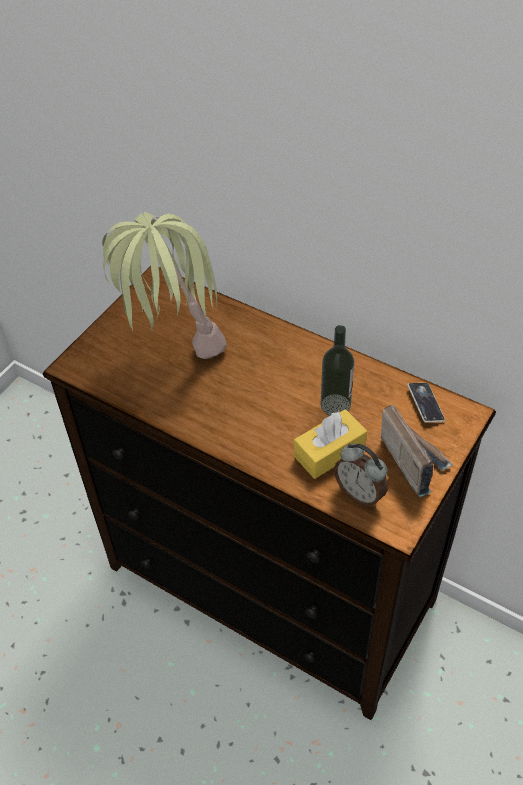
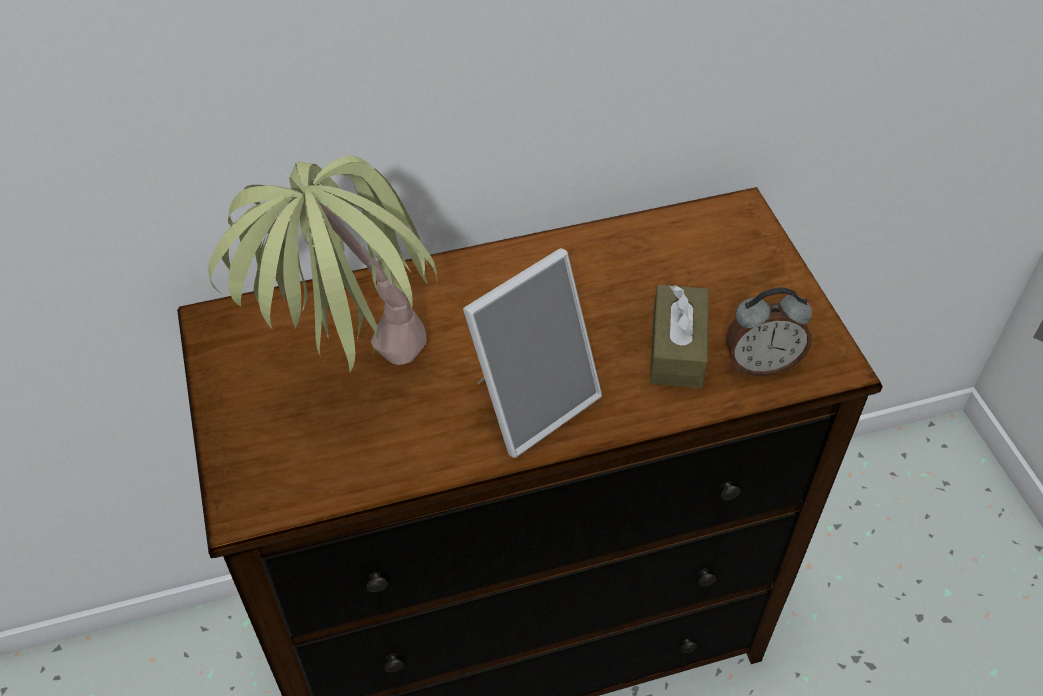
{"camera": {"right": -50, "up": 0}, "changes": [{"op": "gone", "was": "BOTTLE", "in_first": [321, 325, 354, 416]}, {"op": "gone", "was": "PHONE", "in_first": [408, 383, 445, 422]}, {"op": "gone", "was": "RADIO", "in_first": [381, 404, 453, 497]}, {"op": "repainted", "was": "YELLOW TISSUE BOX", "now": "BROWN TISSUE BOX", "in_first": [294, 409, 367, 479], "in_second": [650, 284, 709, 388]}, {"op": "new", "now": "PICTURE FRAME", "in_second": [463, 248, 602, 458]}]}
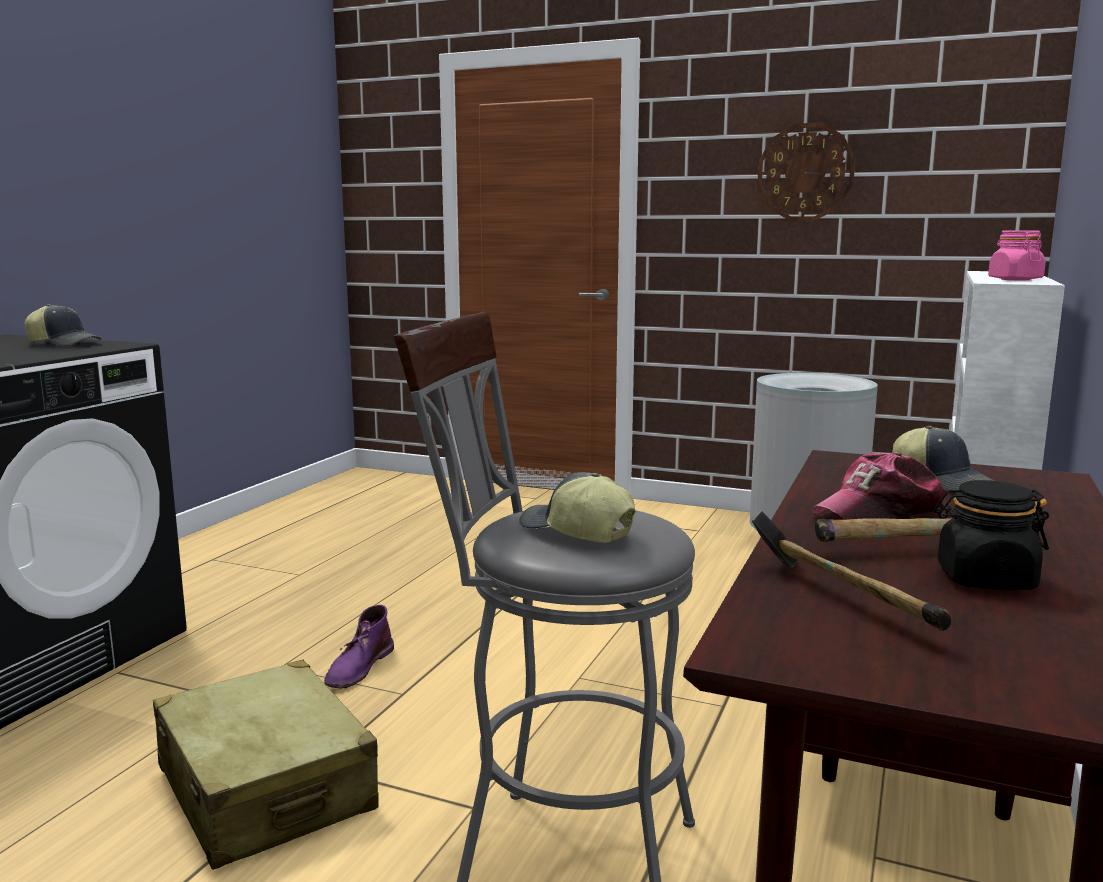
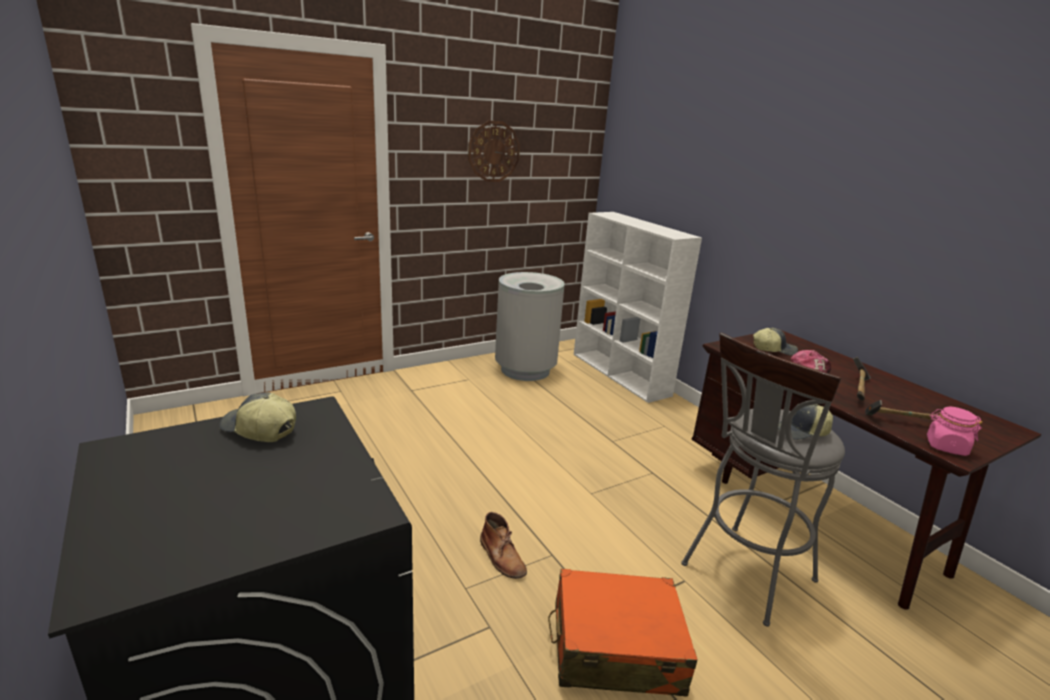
{"camera": {"right": -55, "up": 10}, "changes": [{"op": "shifted", "was": "PINK JAR", "in_first": [988, 230, 1046, 280], "in_second": [927, 407, 983, 456]}, {"op": "rotated", "was": "CAP", "in_first": [24, 304, 102, 346], "in_second": [219, 393, 296, 442], "clockwise": -120}, {"op": "gone", "was": "BLACK JAR", "in_first": [934, 480, 1049, 590]}, {"op": "repainted", "was": "PURPLE BOOT", "now": "BROWN BOOT", "in_first": [324, 605, 394, 688], "in_second": [480, 512, 527, 579]}, {"op": "repainted", "was": "BEIGE SUITCASE", "now": "ORANGE SUITCASE", "in_first": [153, 660, 379, 870], "in_second": [548, 569, 698, 696]}]}
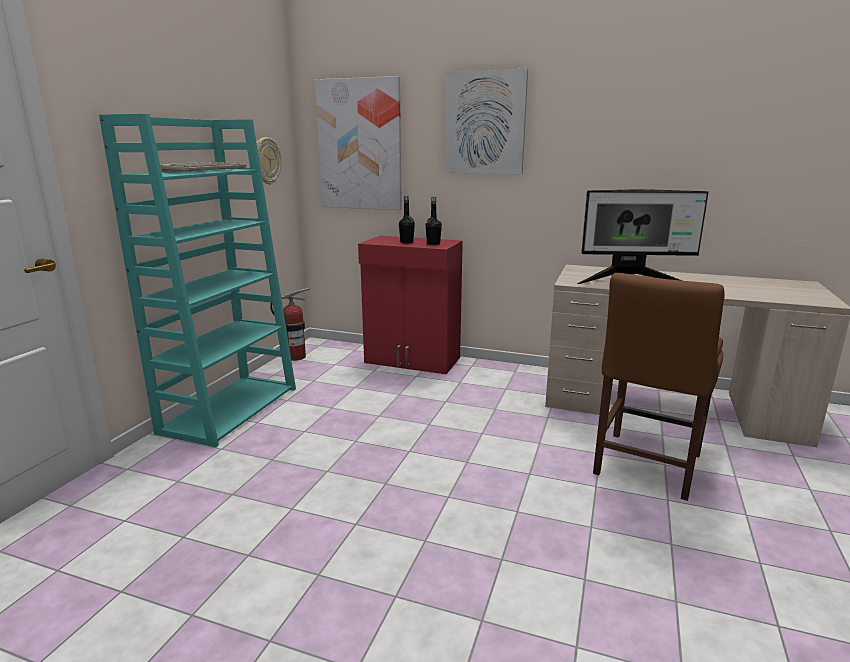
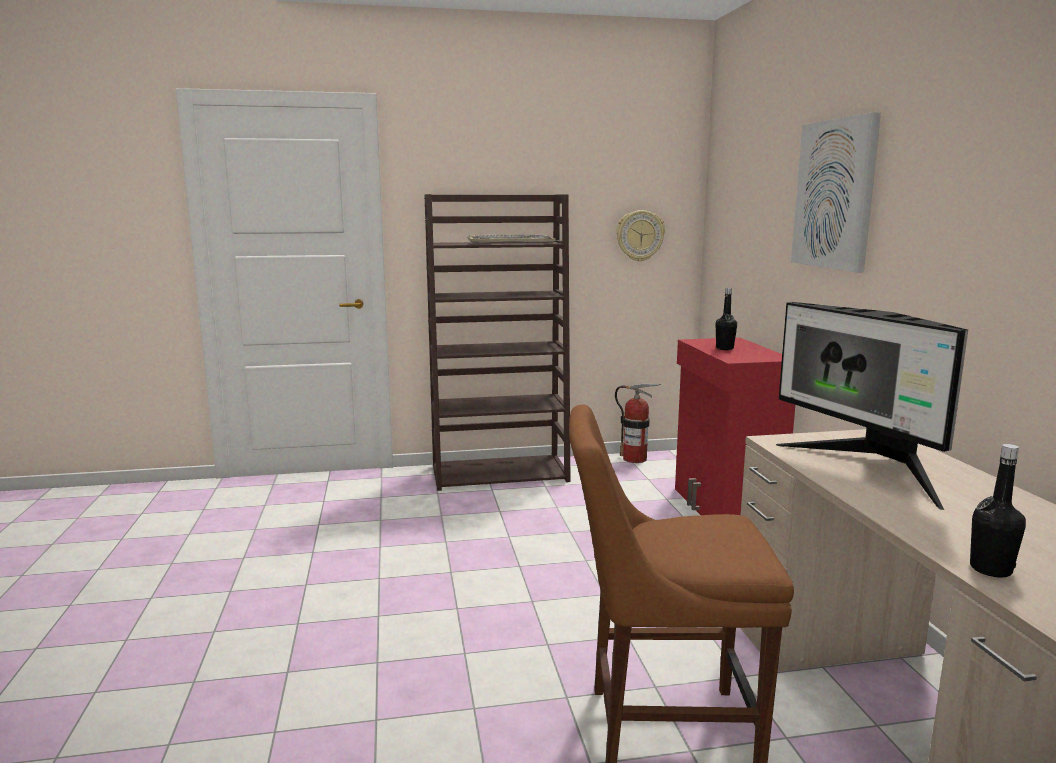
{"camera": {"right": 60, "up": -5}, "changes": [{"op": "gone", "was": "PICTURE", "in_first": [315, 76, 402, 210]}, {"op": "repainted", "was": "TURQUOISE BOOKCASE", "now": "BROWN BOOKCASE", "in_first": [99, 114, 296, 447], "in_second": [424, 194, 570, 491]}, {"op": "shifted", "was": "BLACK BOTTLE", "in_first": [426, 197, 442, 245], "in_second": [970, 444, 1026, 577]}]}
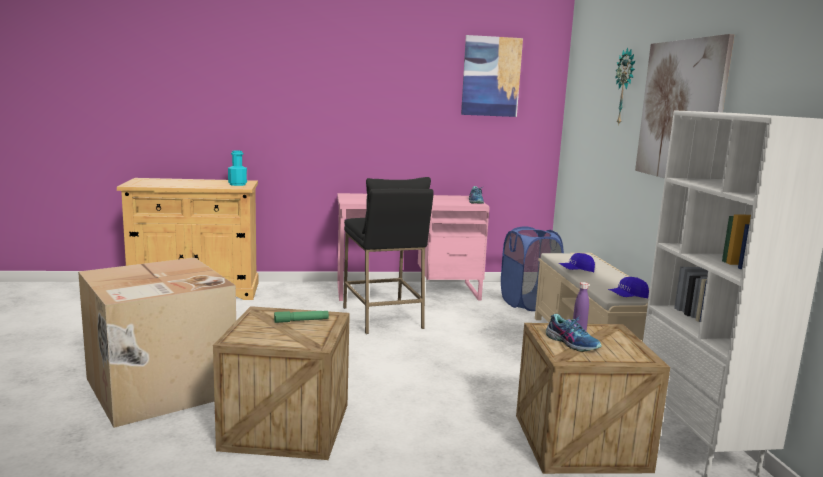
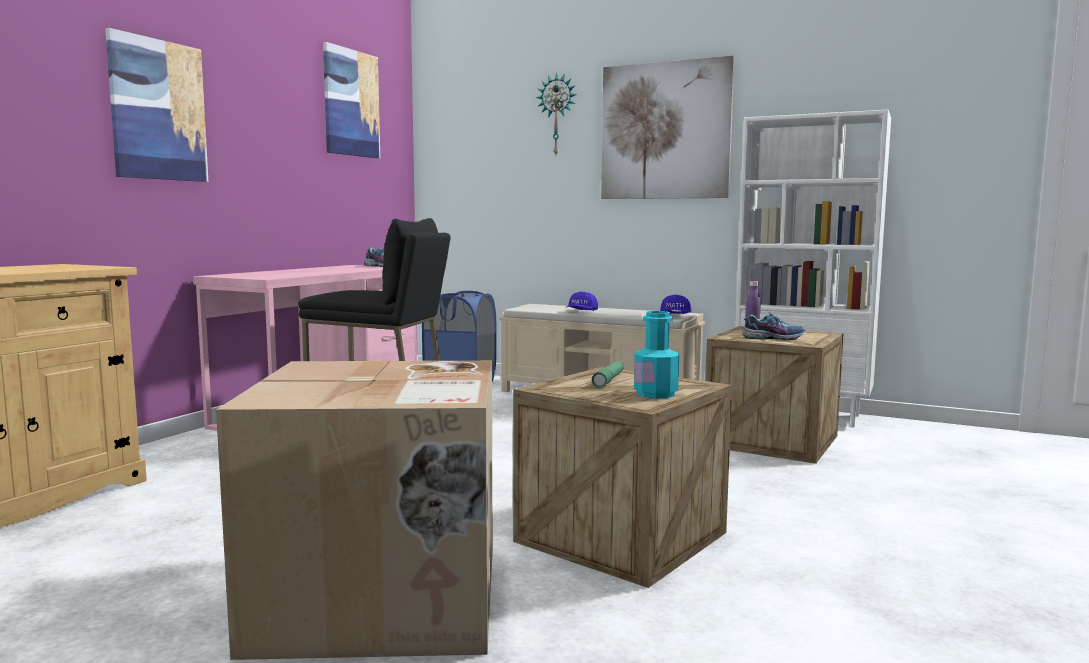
{"camera": {"right": -55, "up": -5}, "changes": [{"op": "shifted", "was": "TURQUOISE BOTTLE", "in_first": [228, 151, 247, 186], "in_second": [634, 311, 679, 399]}, {"op": "new", "now": "PICTURE", "in_second": [105, 28, 208, 182]}]}
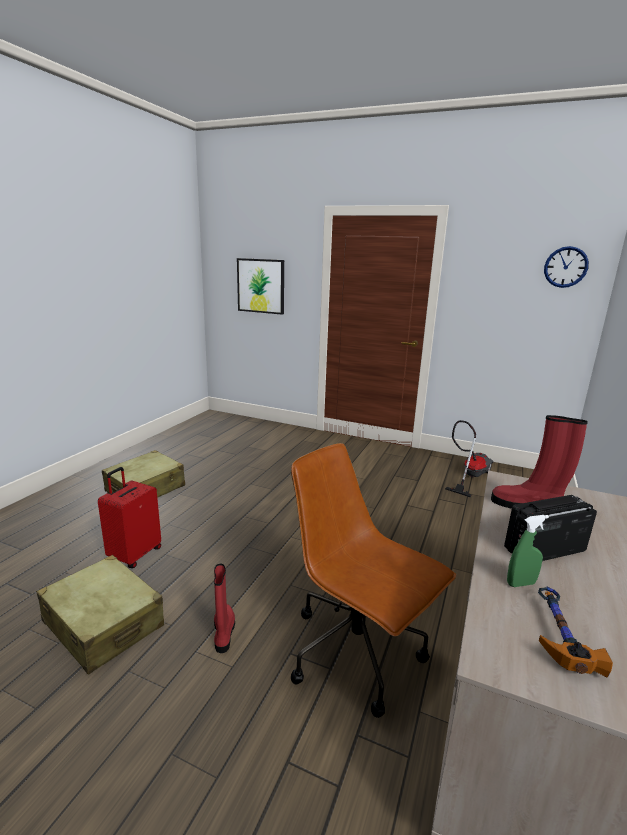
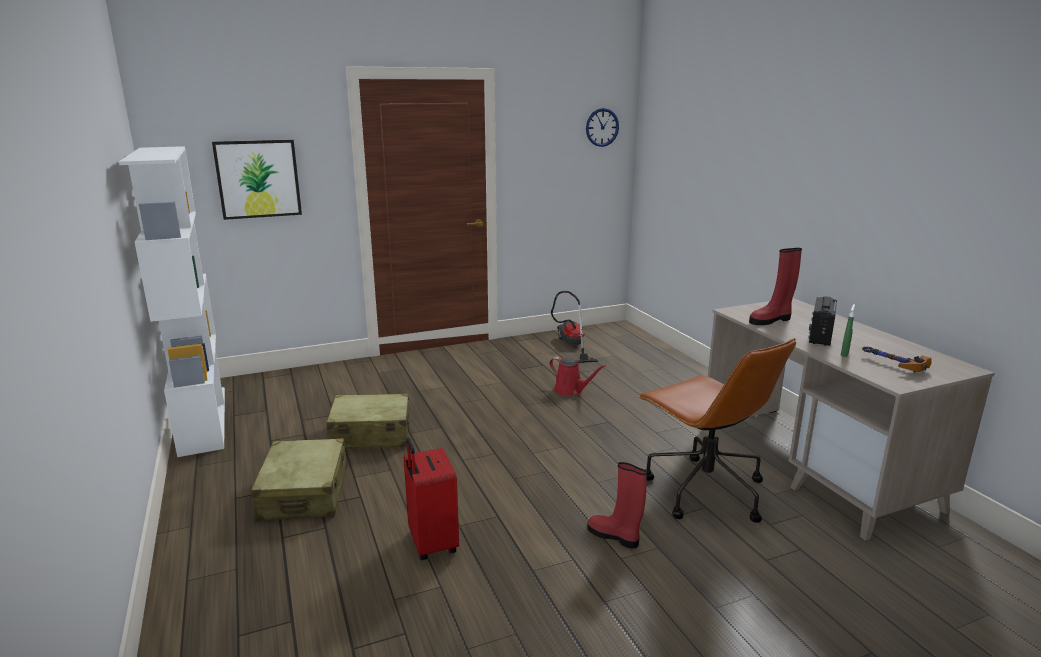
{"camera": {"right": -45, "up": 0}, "changes": [{"op": "rotated", "was": "BROWN OFFICE CHAIR", "in_first": [291, 443, 456, 718], "in_second": [638, 338, 796, 523], "clockwise": -120}, {"op": "shifted", "was": "BEIGE SUITCASE", "in_first": [37, 555, 164, 675], "in_second": [326, 393, 410, 449]}, {"op": "new", "now": "WHITE BOOKCASE", "in_second": [119, 146, 225, 457]}, {"op": "new", "now": "RED WATERING CAN", "in_second": [549, 357, 606, 396]}]}
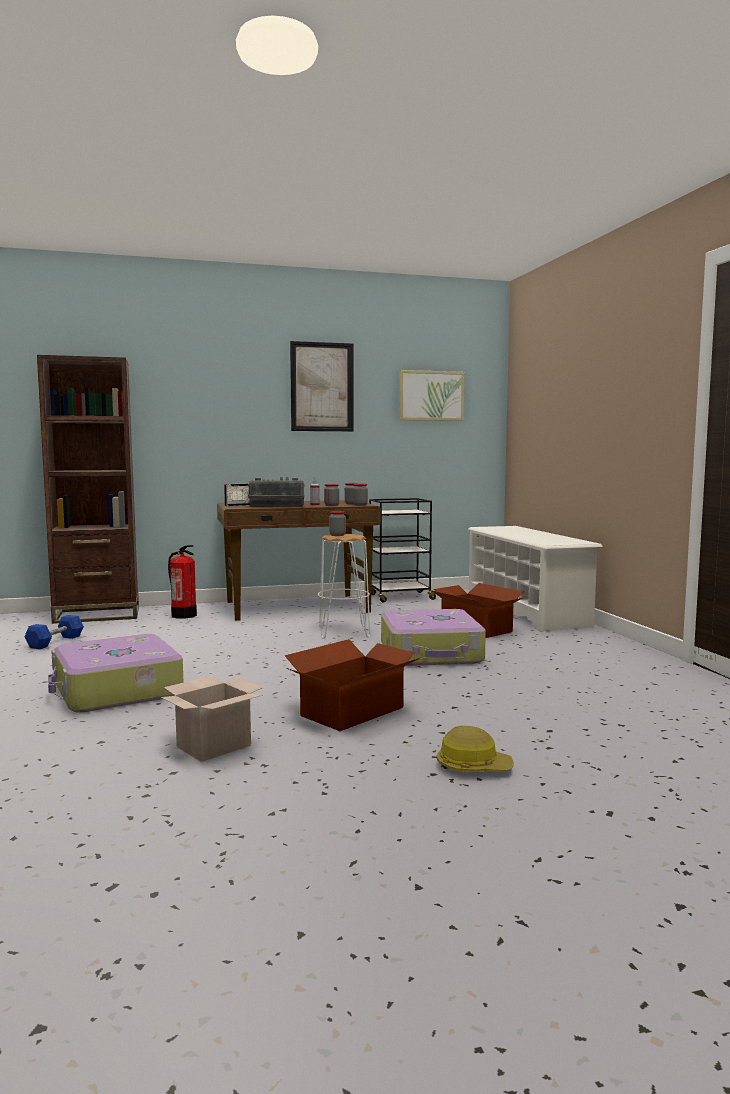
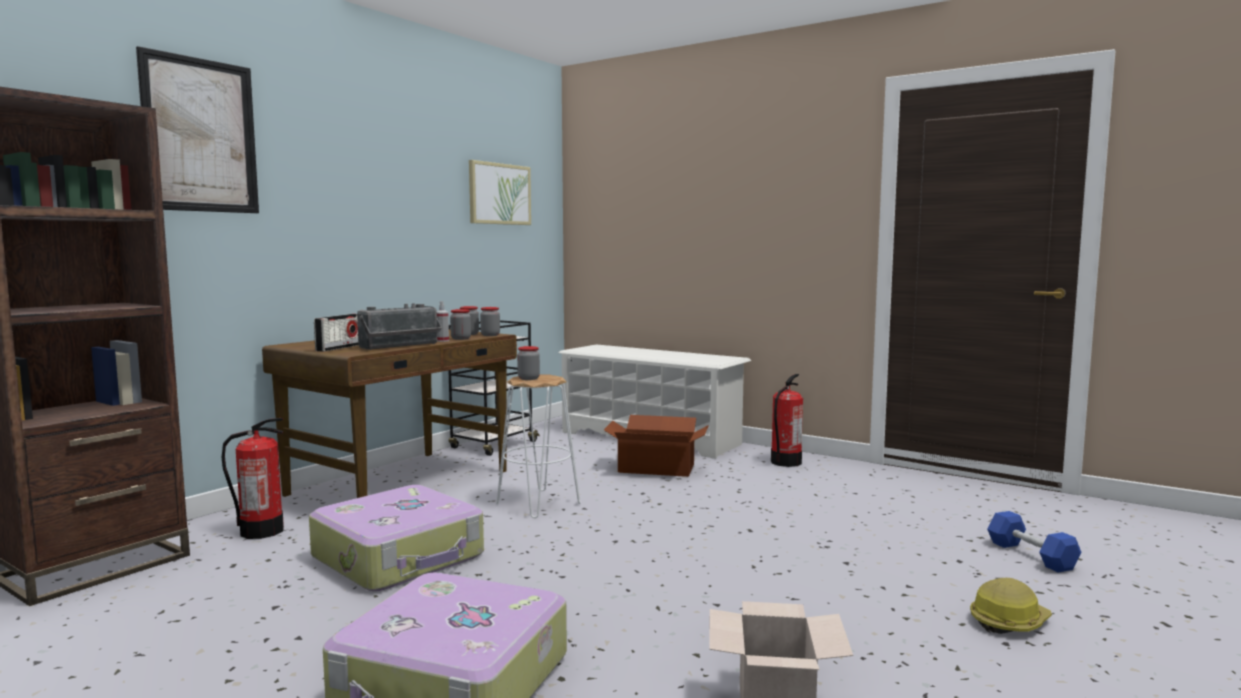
{"camera": {"right": -40, "up": 0}, "changes": [{"op": "shifted", "was": "PICTURE", "in_first": [290, 341, 354, 431], "in_second": [136, 46, 259, 213]}, {"op": "shifted", "was": "SUITCASE", "in_first": [381, 609, 486, 666], "in_second": [309, 485, 484, 591]}, {"op": "shifted", "was": "BLUE DUMBBELL", "in_first": [24, 615, 84, 649], "in_second": [987, 511, 1082, 573]}, {"op": "gone", "was": "CARDBOARD BOX", "in_first": [285, 639, 420, 731]}, {"op": "new", "now": "FIRE EXTINGUISHER", "in_second": [771, 374, 803, 467]}]}
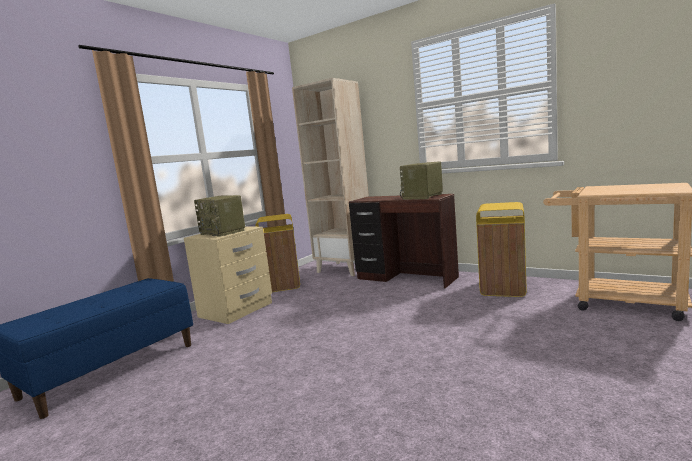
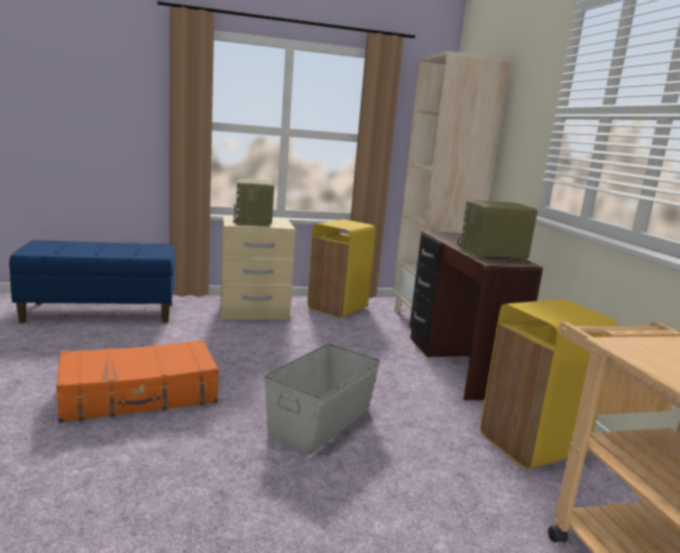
{"camera": {"right": 40, "up": 5}, "changes": [{"op": "new", "now": "ORANGE SUITCASE", "in_second": [56, 340, 219, 423]}, {"op": "new", "now": "GREY STORAGE BOX", "in_second": [264, 343, 380, 455]}]}
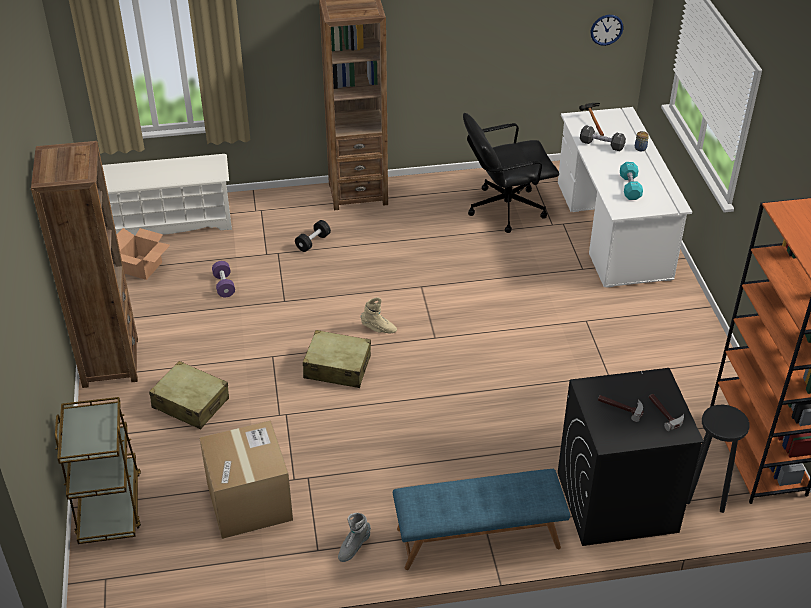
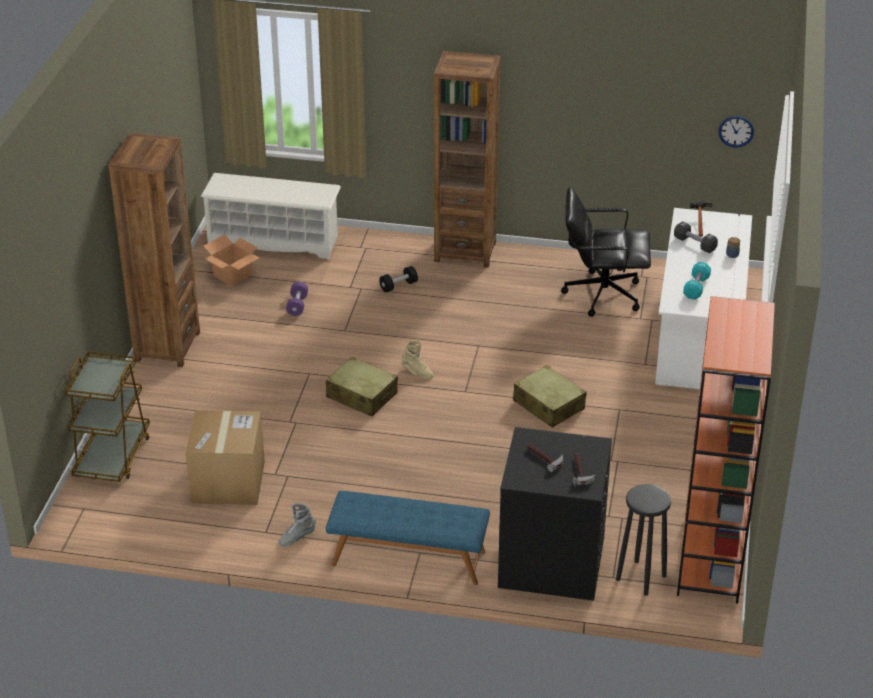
{"camera": {"right": 20, "up": -5}, "changes": [{"op": "shifted", "was": "BEIGE SUITCASE", "in_first": [149, 361, 229, 430], "in_second": [513, 365, 587, 428]}]}
